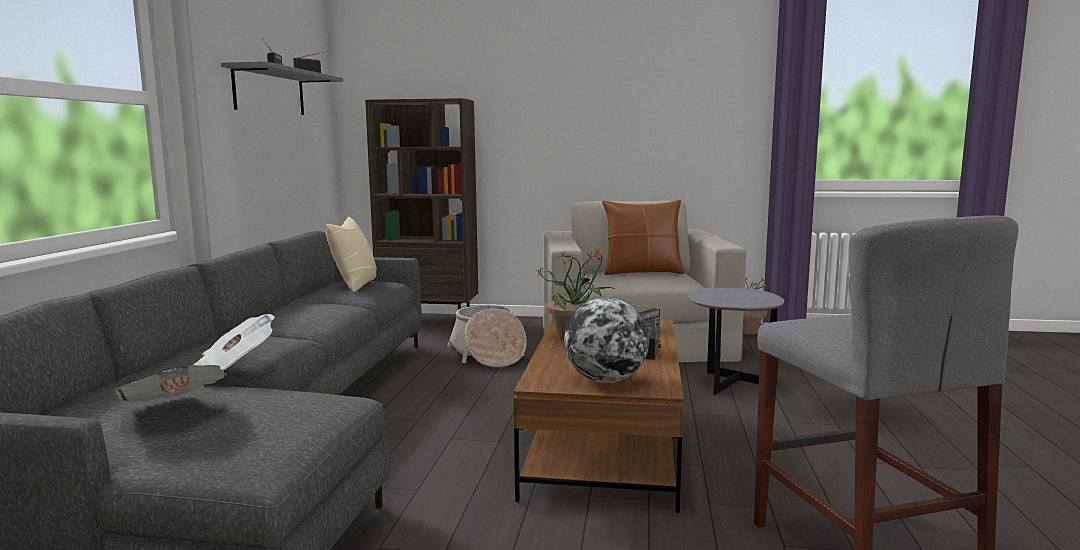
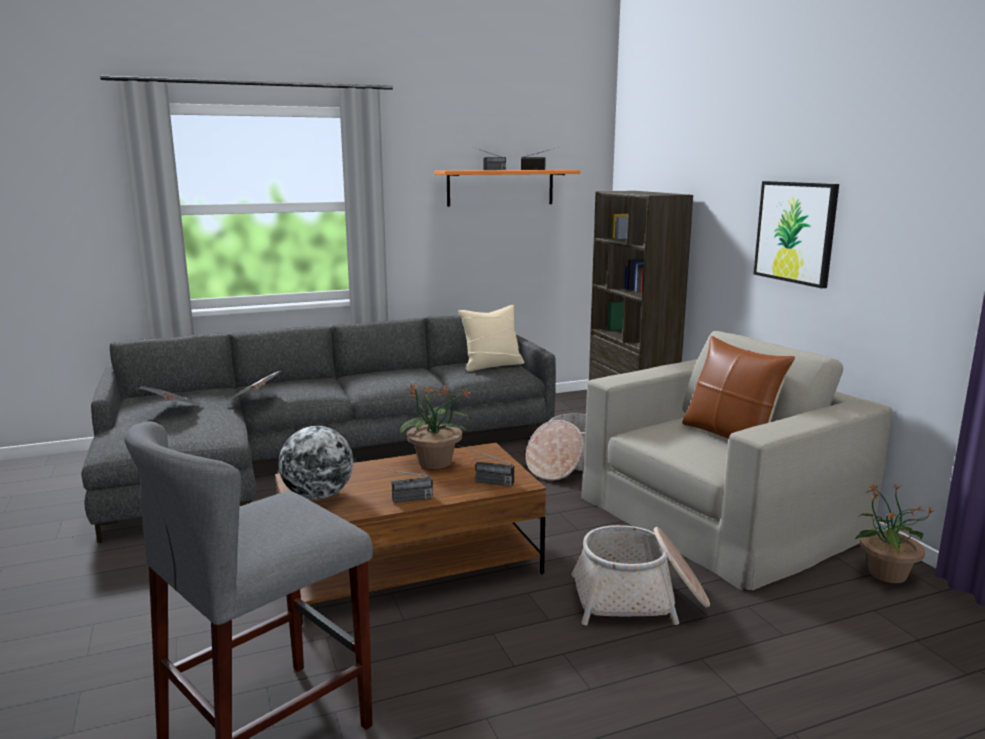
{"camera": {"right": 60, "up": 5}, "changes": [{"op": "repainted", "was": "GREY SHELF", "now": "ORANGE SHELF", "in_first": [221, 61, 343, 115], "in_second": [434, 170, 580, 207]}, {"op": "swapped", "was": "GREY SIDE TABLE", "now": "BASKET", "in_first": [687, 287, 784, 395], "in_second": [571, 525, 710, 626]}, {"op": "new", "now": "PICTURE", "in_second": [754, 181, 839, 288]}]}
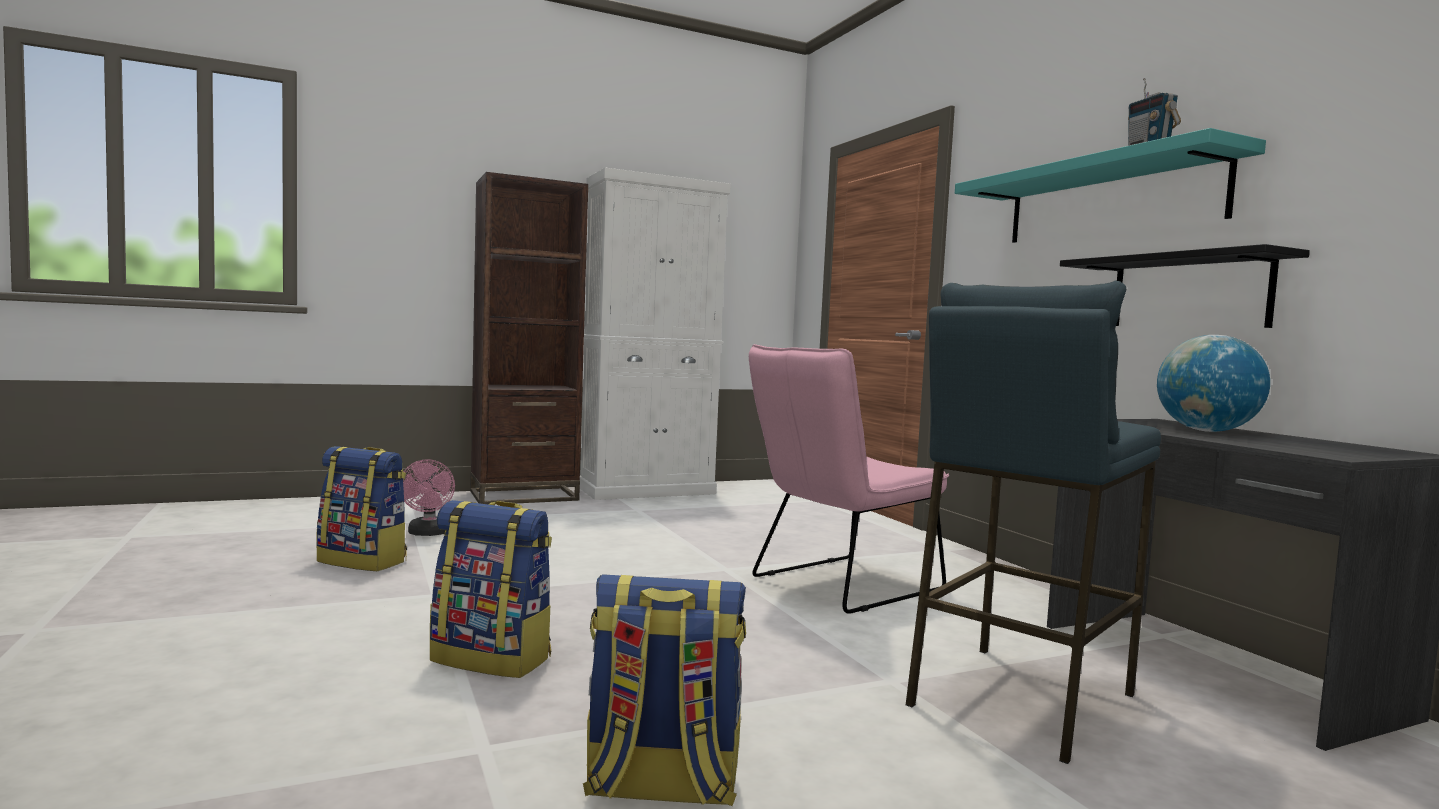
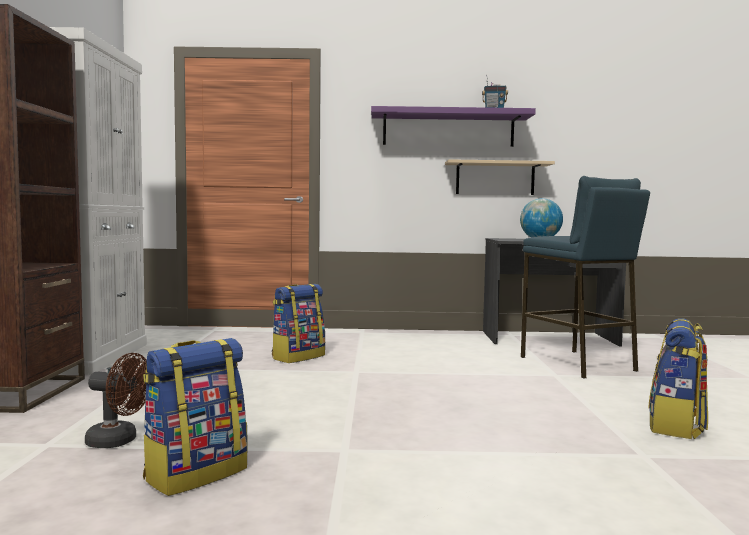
{"camera": {"right": -65, "up": 0}, "changes": [{"op": "repainted", "was": "TURQUOISE SHELF", "now": "PURPLE SHELF", "in_first": [955, 128, 1266, 243], "in_second": [371, 106, 536, 147]}, {"op": "repainted", "was": "BLACK SHELF", "now": "BEIGE SHELF", "in_first": [1060, 244, 1310, 328], "in_second": [445, 159, 555, 195]}, {"op": "gone", "was": "PINK CHAIR", "in_first": [749, 344, 949, 614]}, {"op": "repainted", "was": "PINK FAN", "now": "BROWN FAN", "in_first": [403, 459, 455, 536], "in_second": [85, 353, 147, 448]}, {"op": "shifted", "was": "BACKPACK", "in_first": [430, 500, 552, 678], "in_second": [272, 284, 325, 363]}]}
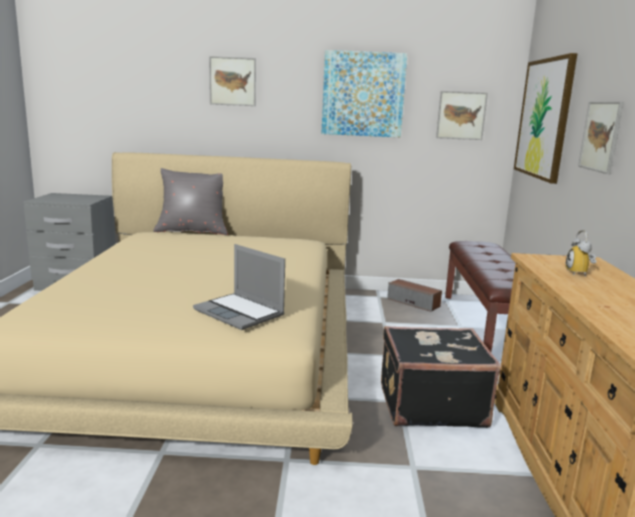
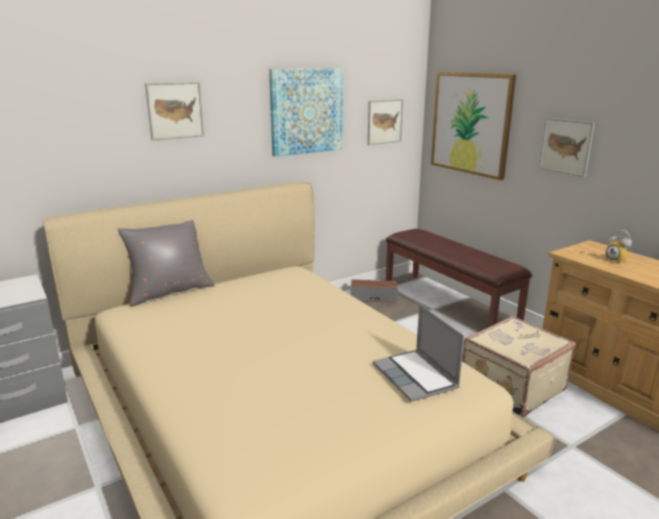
{"camera": {"right": -35, "up": 5}, "changes": [{"op": "rotated", "was": "LAPTOP", "in_first": [193, 244, 285, 330], "in_second": [373, 304, 464, 402], "clockwise": 60}, {"op": "repainted", "was": "BLACK SUITCASE", "now": "BEIGE SUITCASE", "in_first": [381, 326, 501, 428], "in_second": [463, 316, 576, 418]}]}
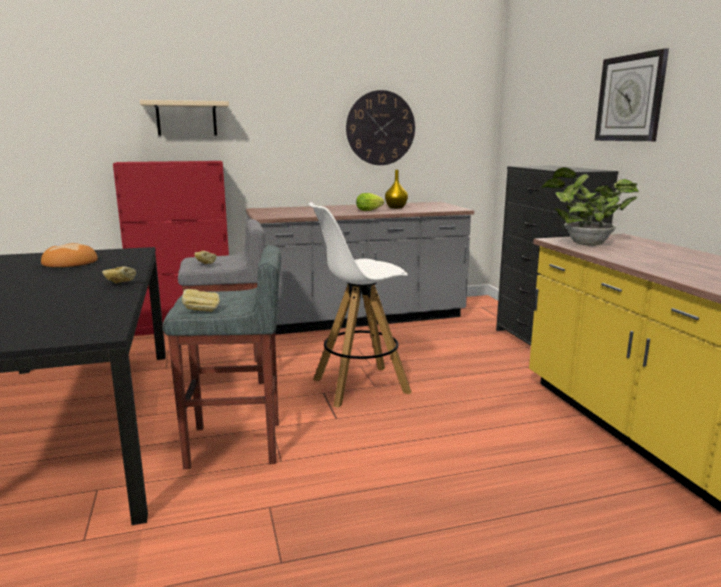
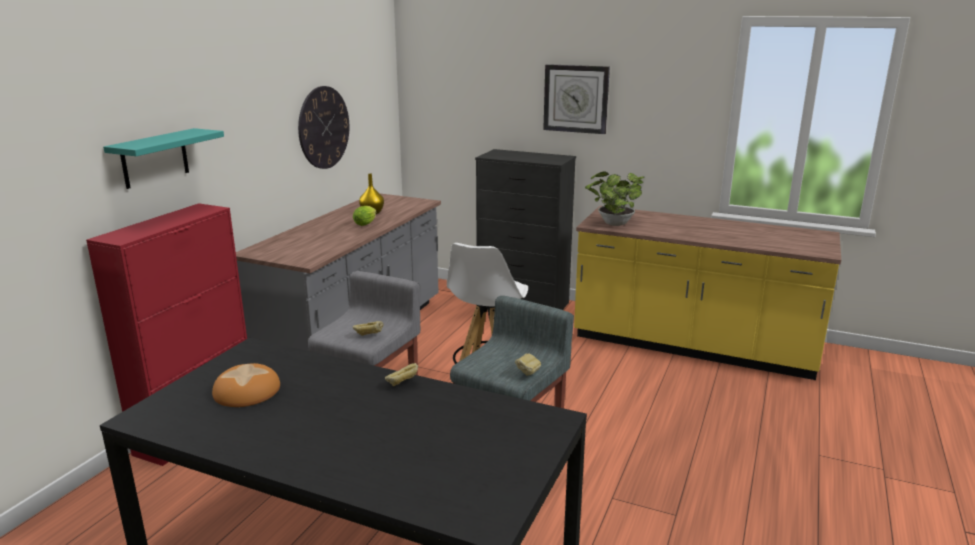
{"camera": {"right": -50, "up": 5}, "changes": [{"op": "repainted", "was": "BEIGE SHELF", "now": "TURQUOISE SHELF", "in_first": [140, 100, 229, 136], "in_second": [103, 128, 224, 189]}]}
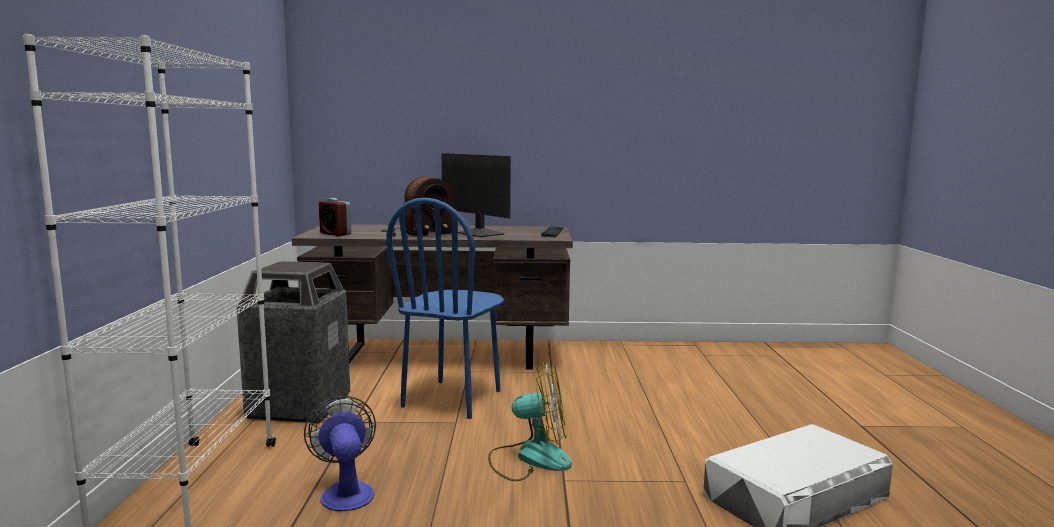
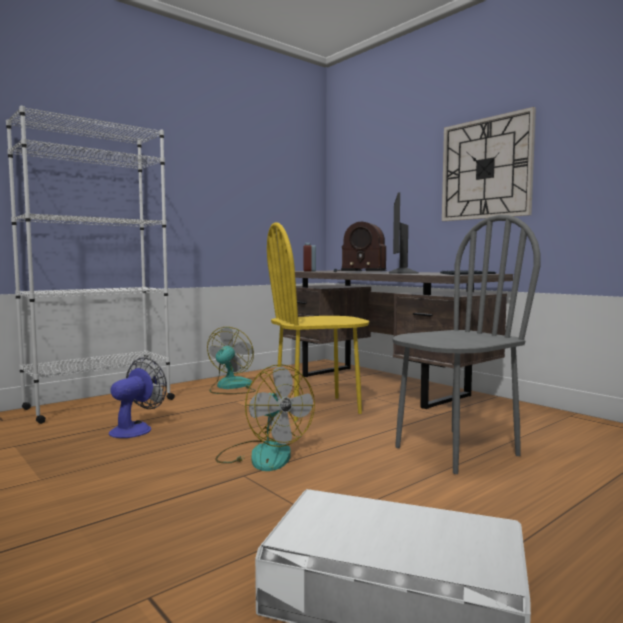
{"camera": {"right": 50, "up": -5}, "changes": [{"op": "repainted", "was": "BLUE CHAIR", "now": "YELLOW CHAIR", "in_first": [386, 198, 504, 419], "in_second": [267, 222, 369, 421]}, {"op": "swapped", "was": "TRASH CAN", "now": "FAN", "in_first": [237, 261, 350, 423], "in_second": [207, 327, 256, 394]}, {"op": "new", "now": "WALL CLOCK", "in_second": [442, 107, 536, 221]}, {"op": "new", "now": "GREY CHAIR", "in_second": [392, 215, 541, 474]}]}
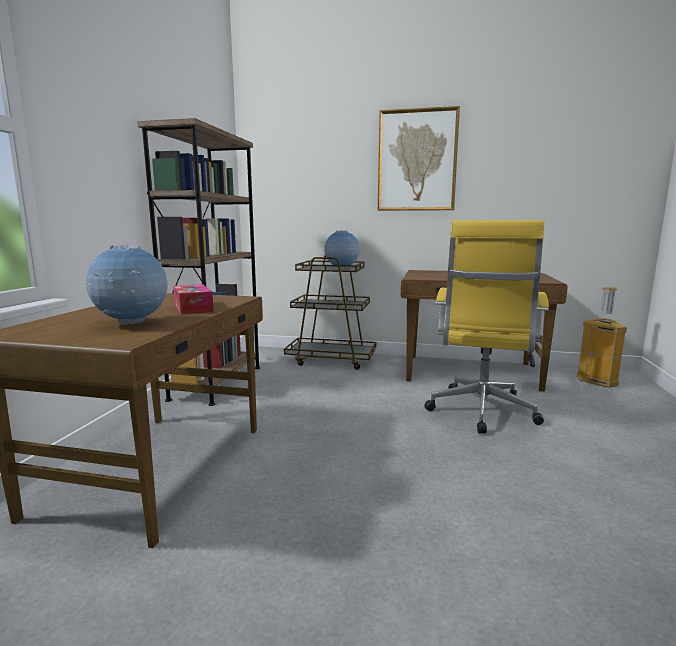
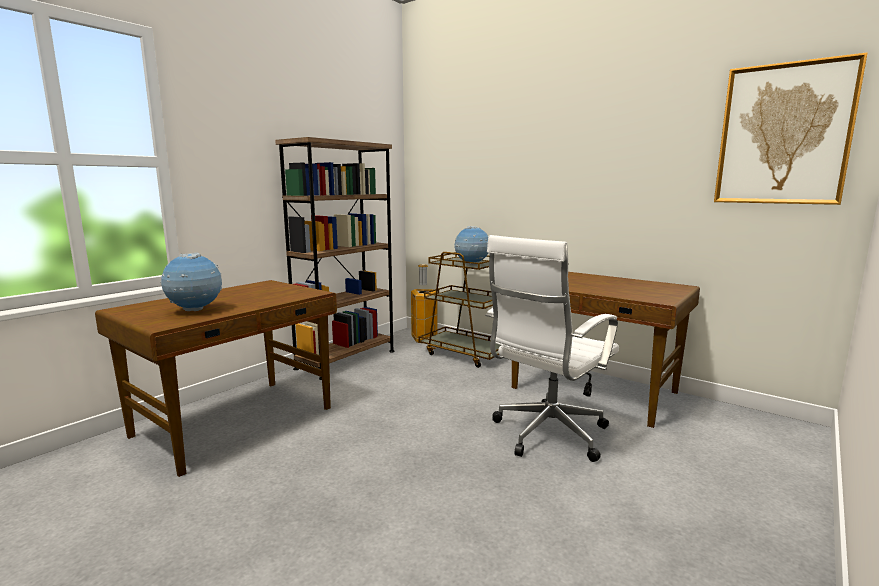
{"camera": {"right": 25, "up": 0}, "changes": [{"op": "shifted", "was": "PICTURE", "in_first": [378, 106, 460, 211], "in_second": [714, 52, 868, 205]}, {"op": "repainted", "was": "YELLOW OFFICE CHAIR", "now": "WHITE OFFICE CHAIR", "in_first": [424, 220, 549, 434], "in_second": [485, 235, 619, 462]}, {"op": "gone", "was": "TISSUE BOX", "in_first": [173, 284, 214, 314]}, {"op": "shifted", "was": "TRASH CAN", "in_first": [577, 287, 627, 388], "in_second": [411, 264, 437, 343]}]}
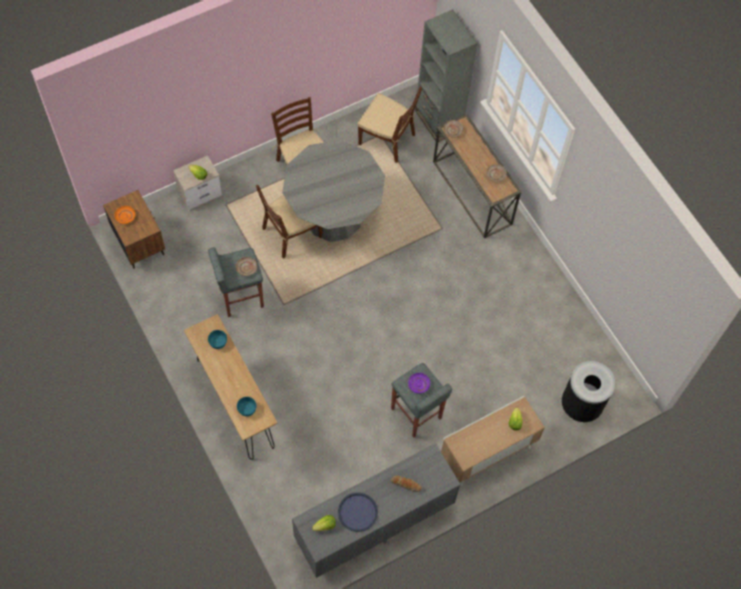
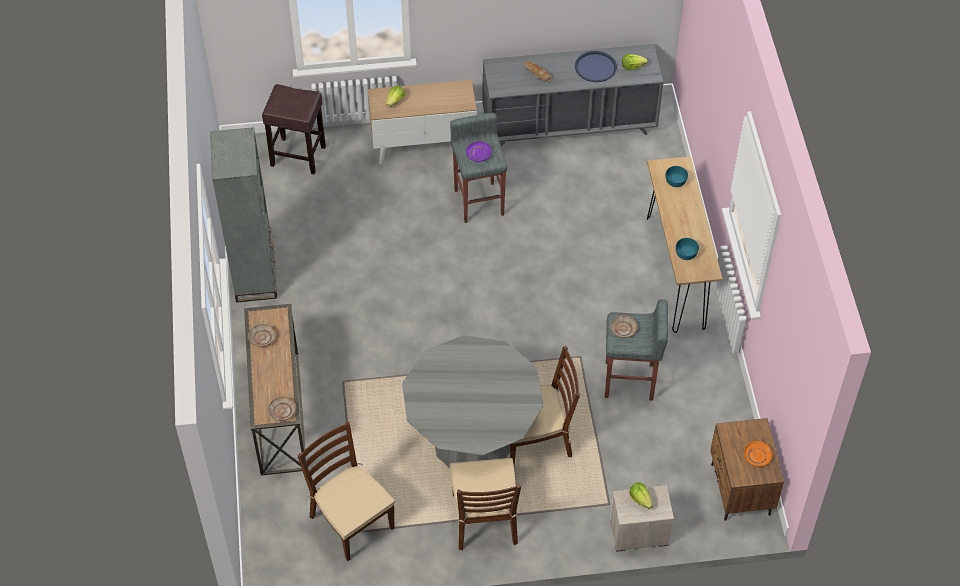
{"camera": {"right": -155, "up": -10}, "changes": [{"op": "shifted", "was": "GREY BOOKCASE", "in_first": [415, 10, 478, 142], "in_second": [210, 127, 277, 303]}, {"op": "swapped", "was": "BLACK TRASH CAN", "now": "BROWN STOOL", "in_first": [562, 361, 615, 422], "in_second": [262, 84, 326, 175]}]}
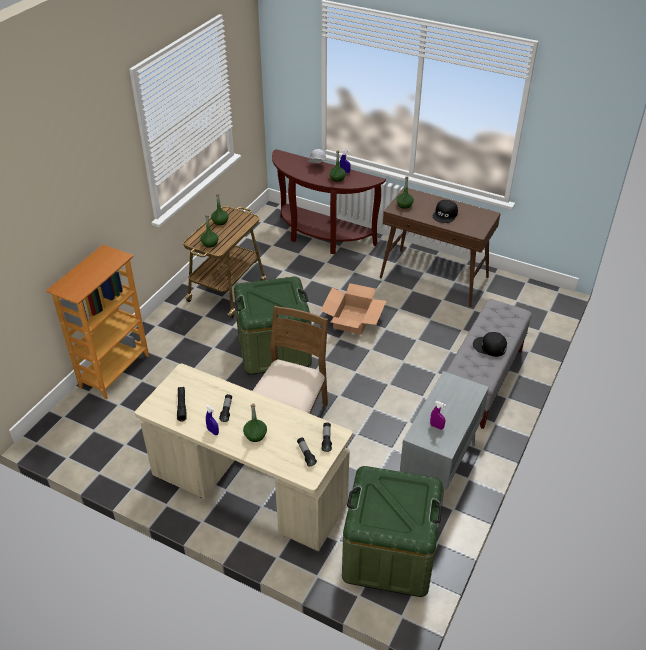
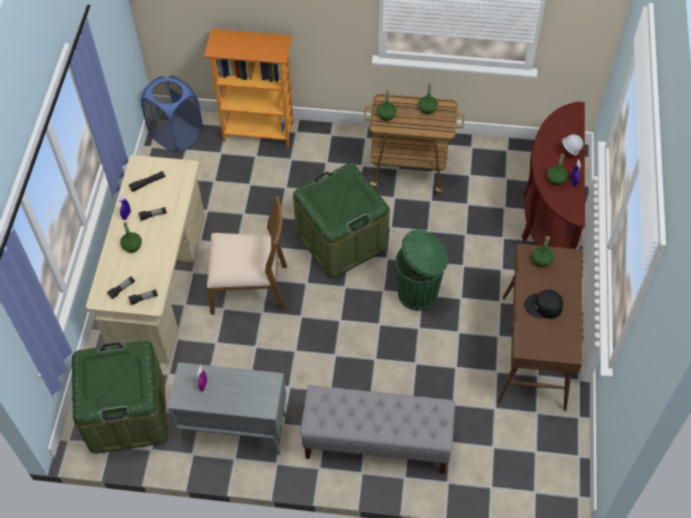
{"camera": {"right": 70, "up": 15}, "changes": [{"op": "swapped", "was": "CARDBOARD BOX", "now": "GREEN TRASH CAN", "in_first": [320, 283, 386, 335], "in_second": [396, 229, 448, 311]}, {"op": "gone", "was": "BLACK CAP", "in_first": [473, 332, 507, 357]}, {"op": "new", "now": "BLUE LAUNDRY BASKET", "in_second": [141, 76, 203, 152]}]}
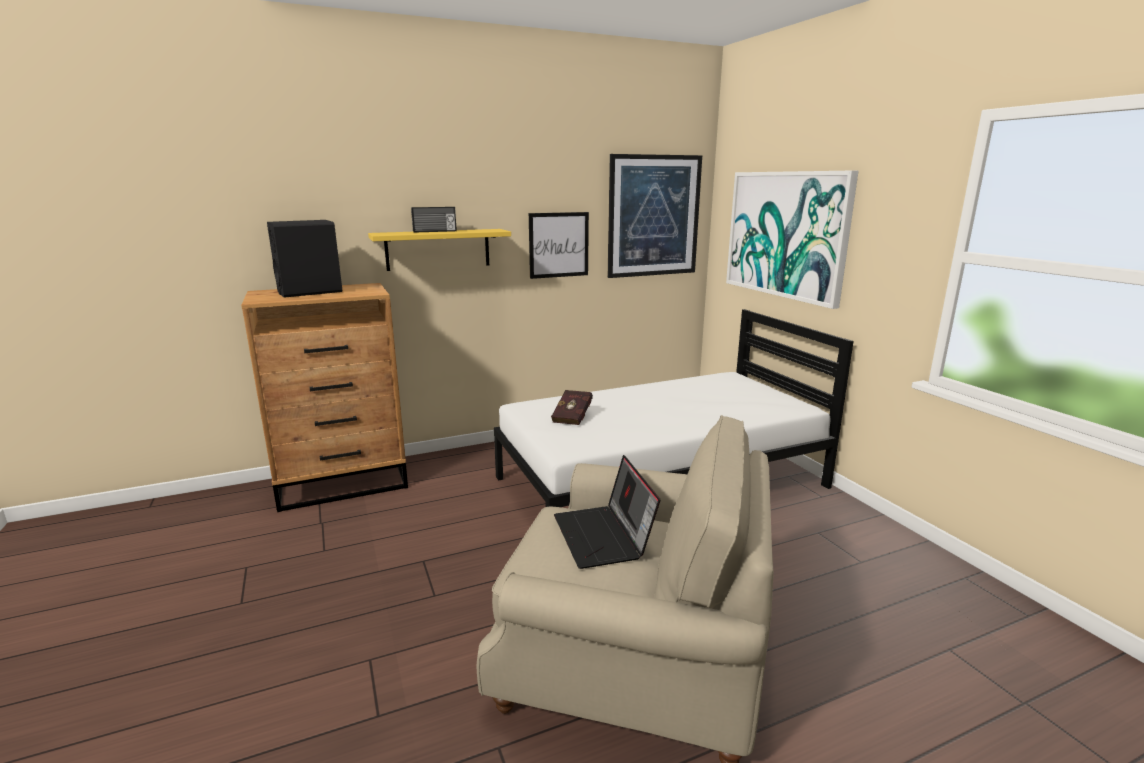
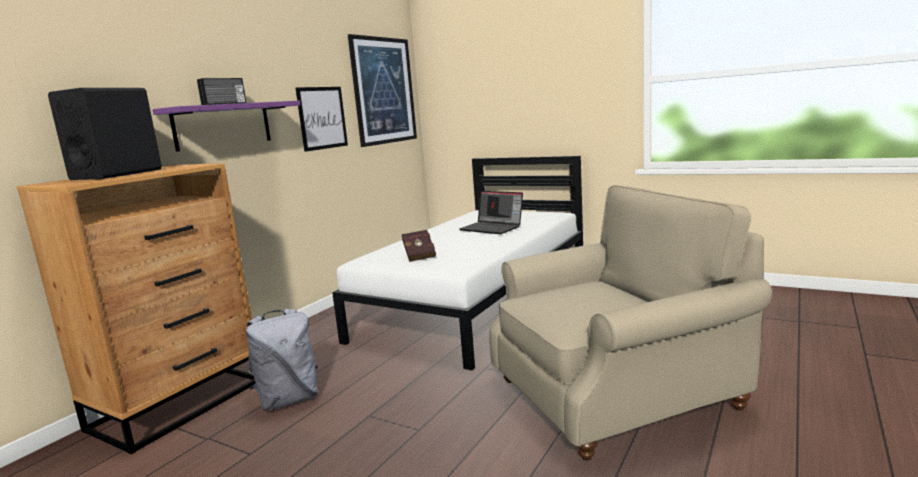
{"camera": {"right": -35, "up": -5}, "changes": [{"op": "gone", "was": "PICTURE", "in_first": [726, 171, 858, 309]}, {"op": "repainted", "was": "YELLOW SHELF", "now": "PURPLE SHELF", "in_first": [368, 229, 511, 271], "in_second": [152, 101, 301, 152]}, {"op": "shifted", "was": "LAPTOP", "in_first": [554, 455, 660, 569], "in_second": [459, 191, 523, 234]}, {"op": "new", "now": "GREY BACKPACK", "in_second": [246, 309, 318, 411]}]}
